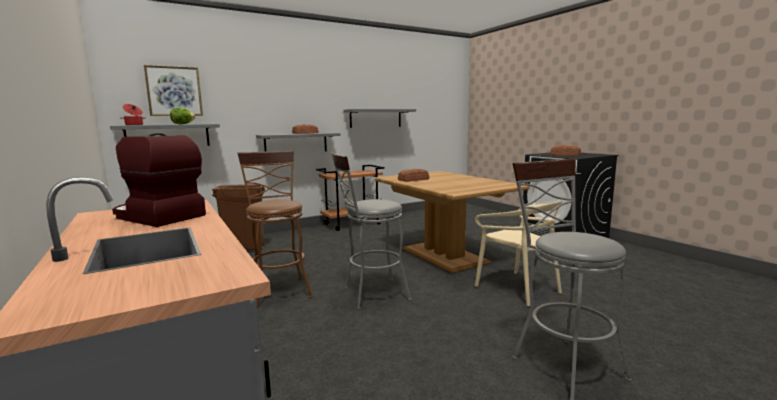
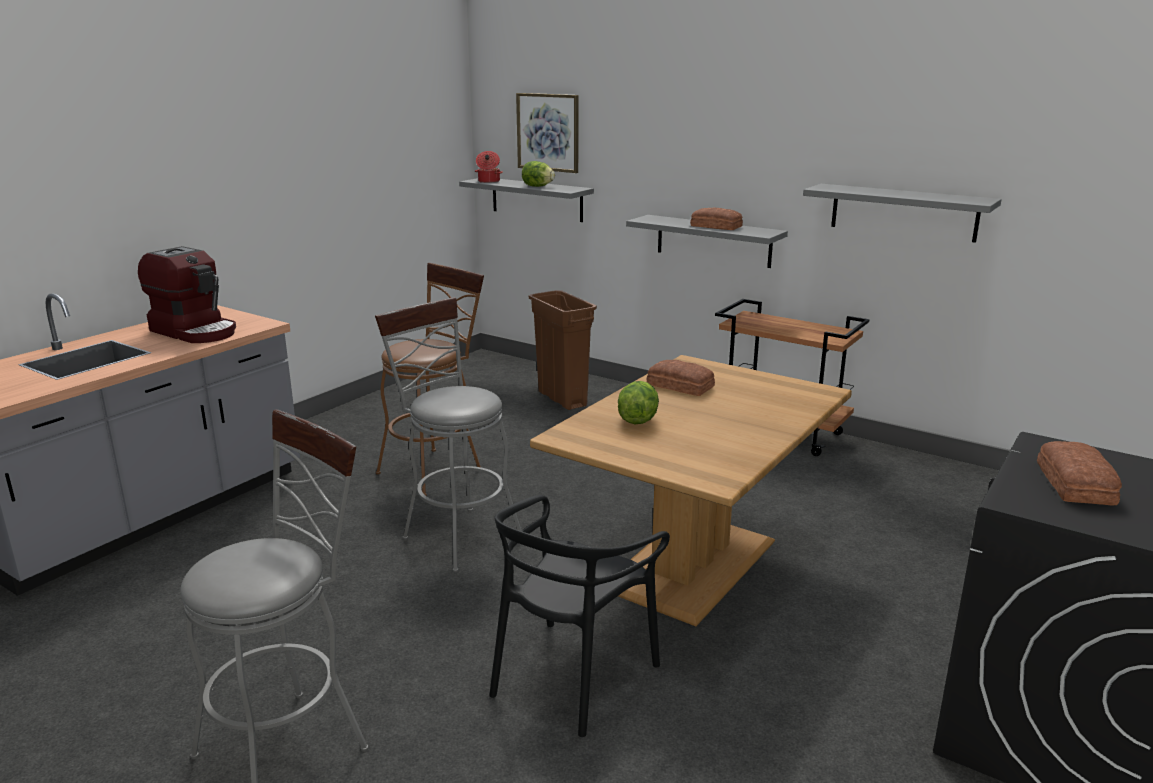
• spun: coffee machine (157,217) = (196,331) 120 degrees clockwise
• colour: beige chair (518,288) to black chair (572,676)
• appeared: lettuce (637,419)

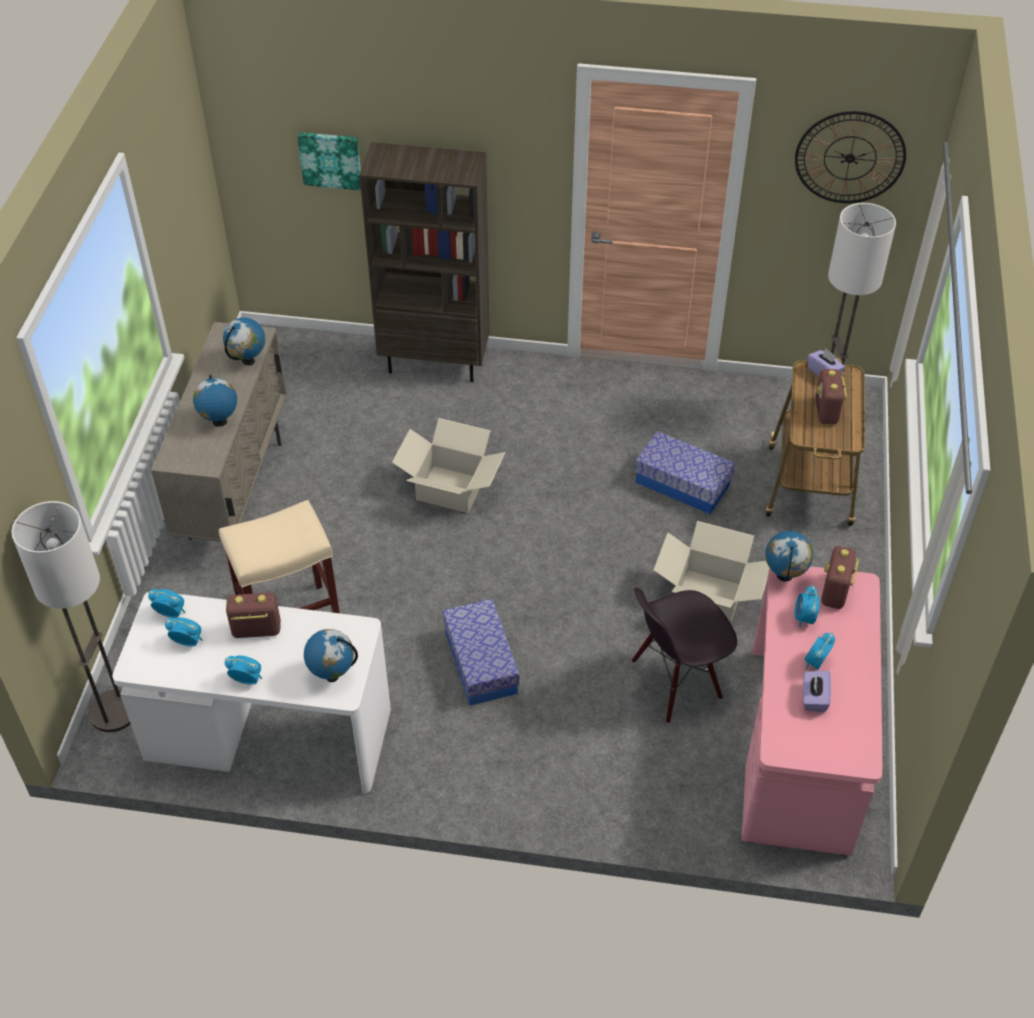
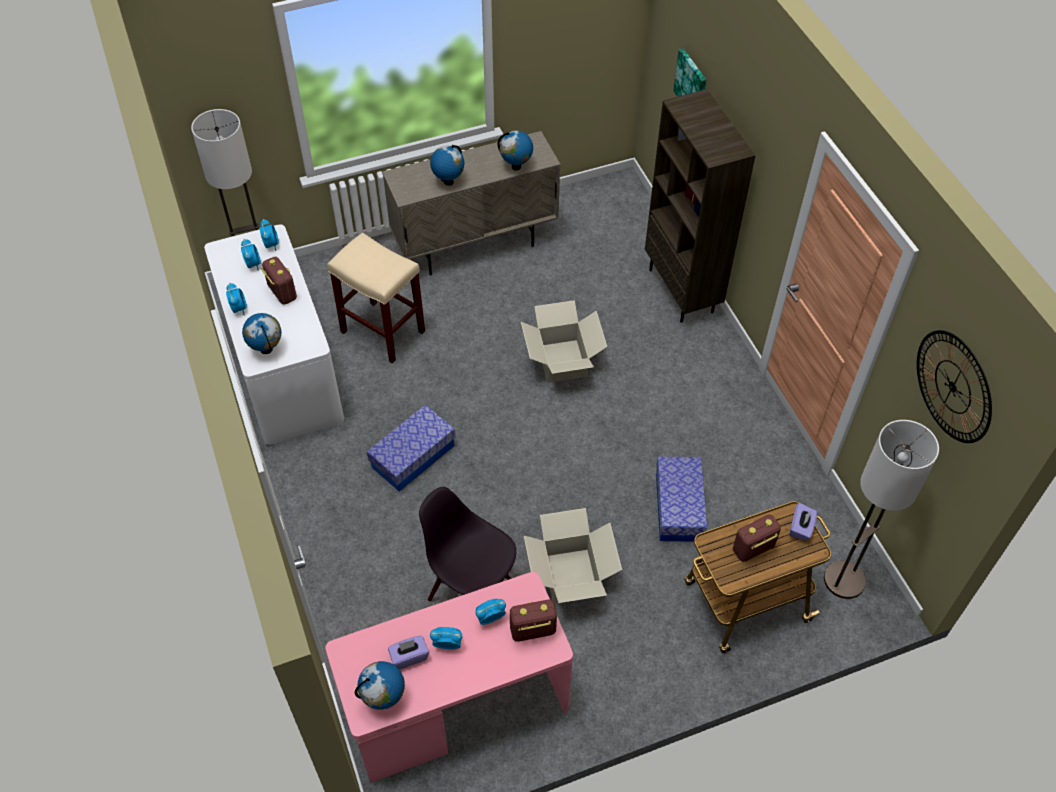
• relocated: globe (784,576) to (384,699)

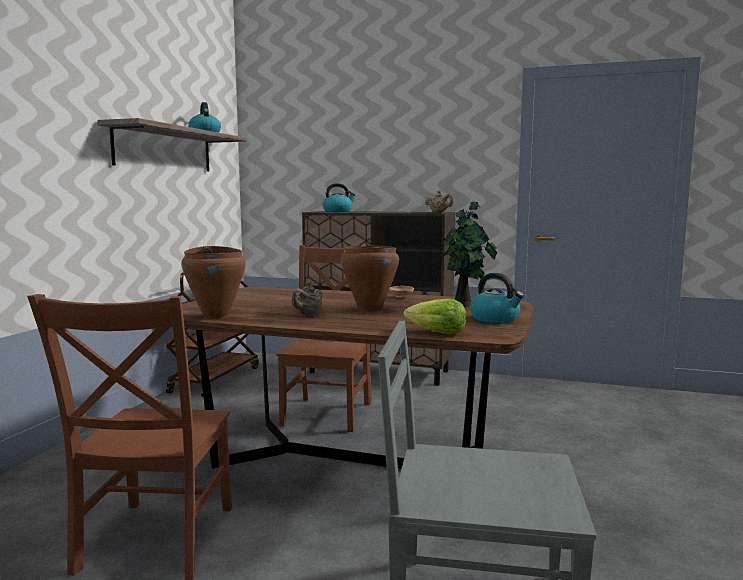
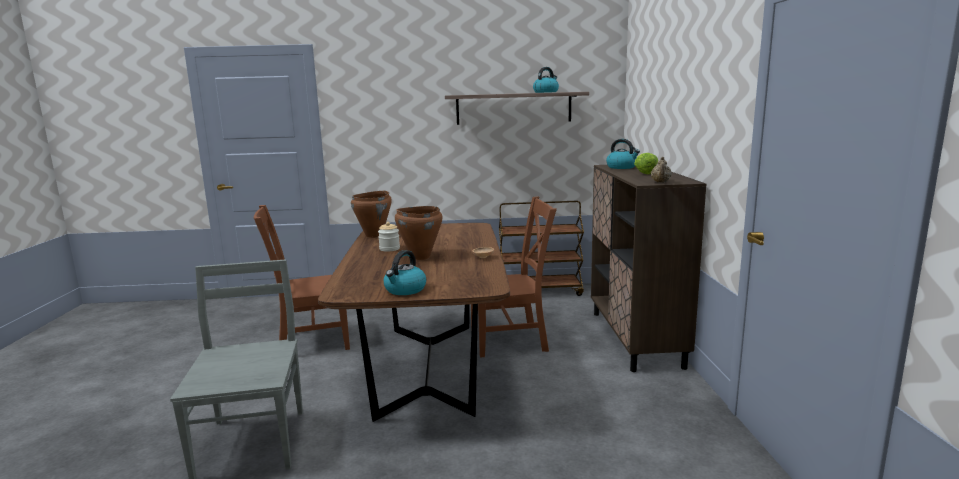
• exchanged: beige teapot (308,315) to jar (389,249)
• relocated: lettuce (436,333) to (644,173)
• missing: potted plant (464,304)

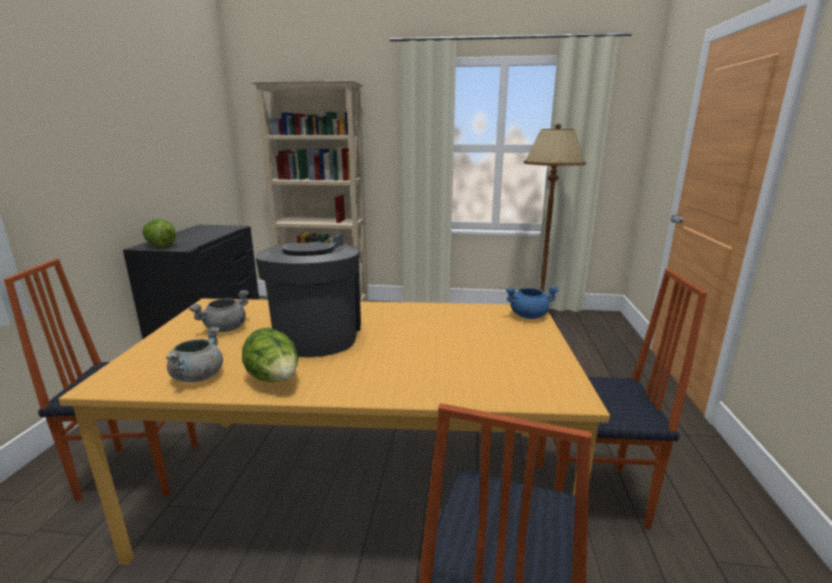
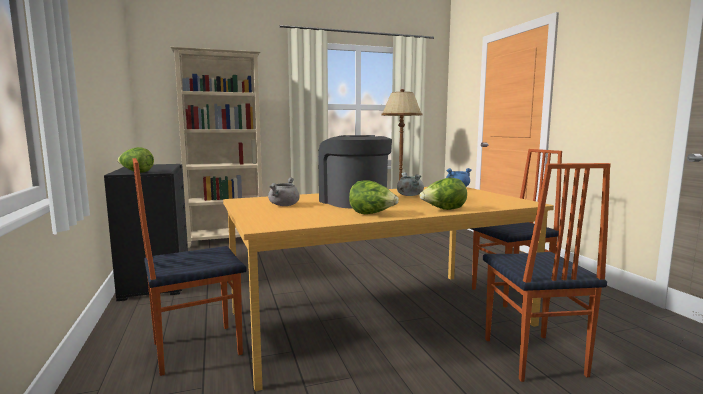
• relocated: grey cooking pot (198,376) to (409,195)
• appeared: lettuce (443,210)

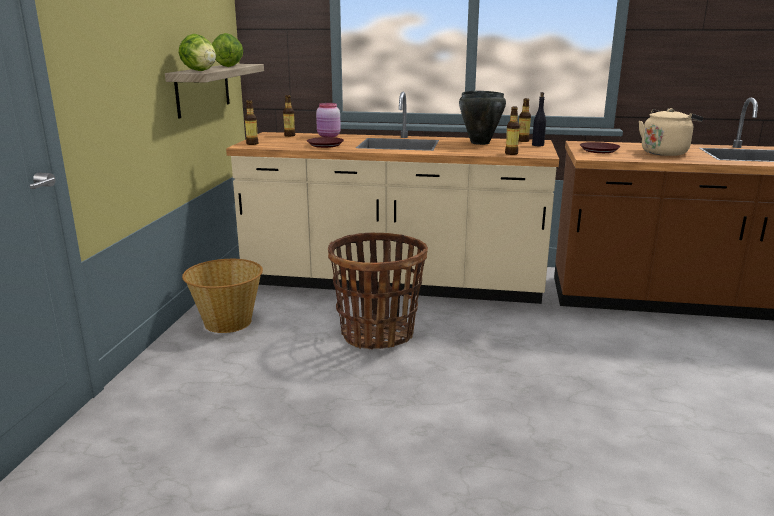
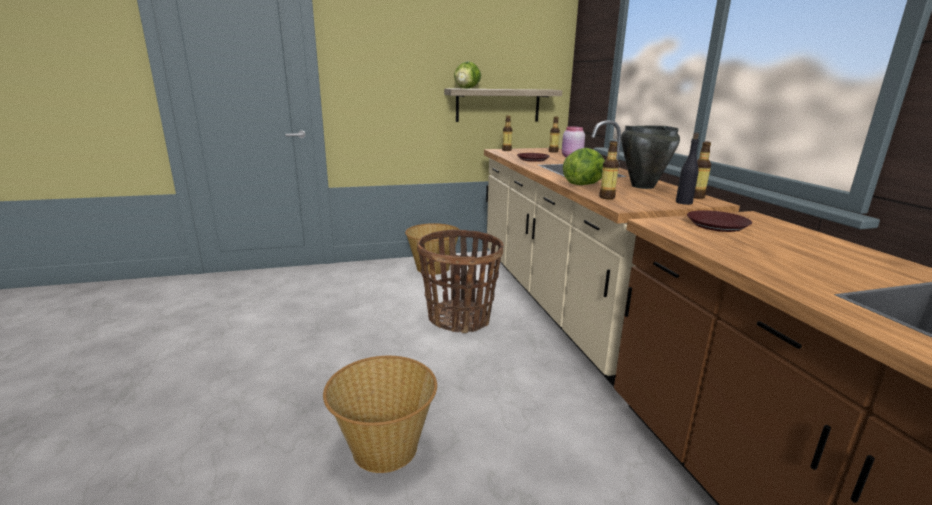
• appeared: basket (384,449)
• relocated: lettuce (228,67) to (584,184)
• missing: beige kettle (665,152)

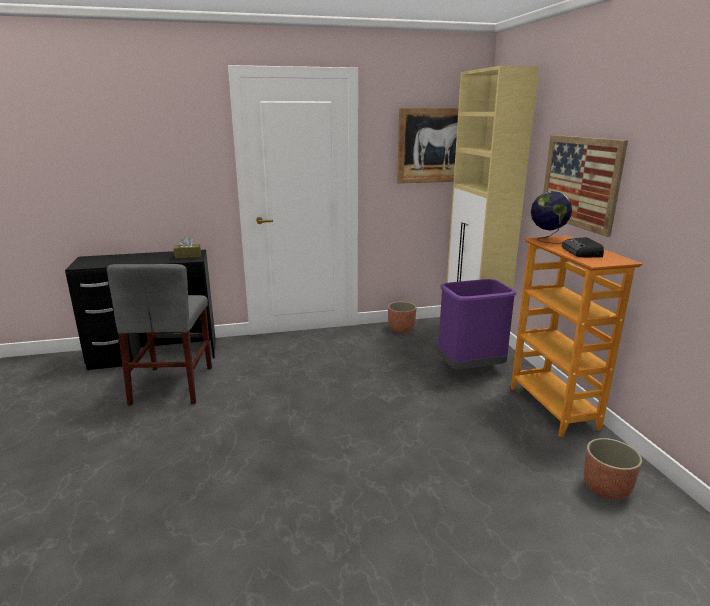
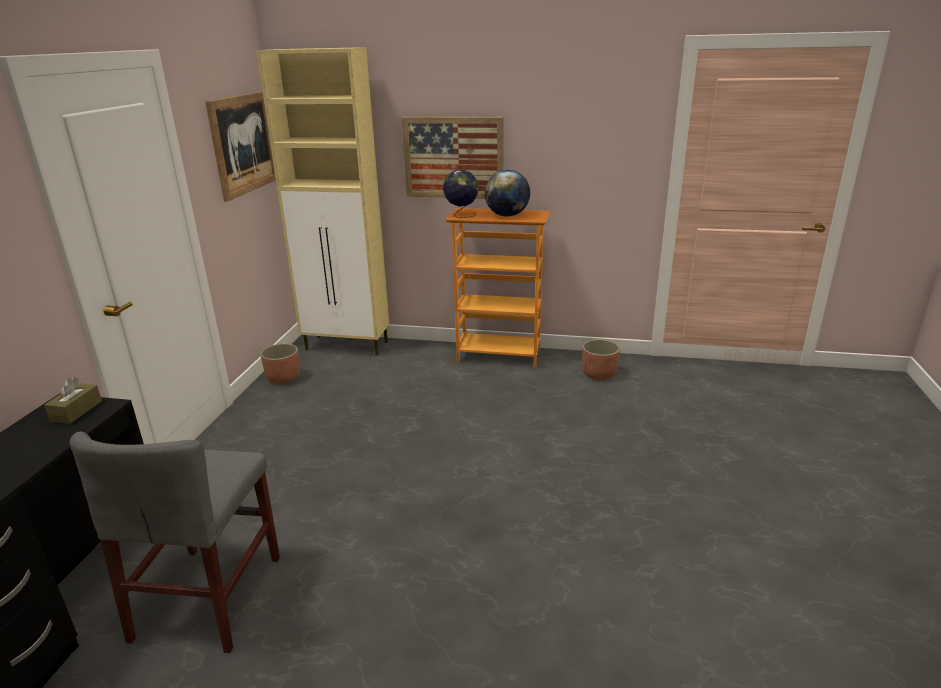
• spun: grey chair (173,385) = (209,597) 75 degrees clockwise
• exchanged: radio (582,252) to globe (507,215)
• missing: purple trash can (470,368)

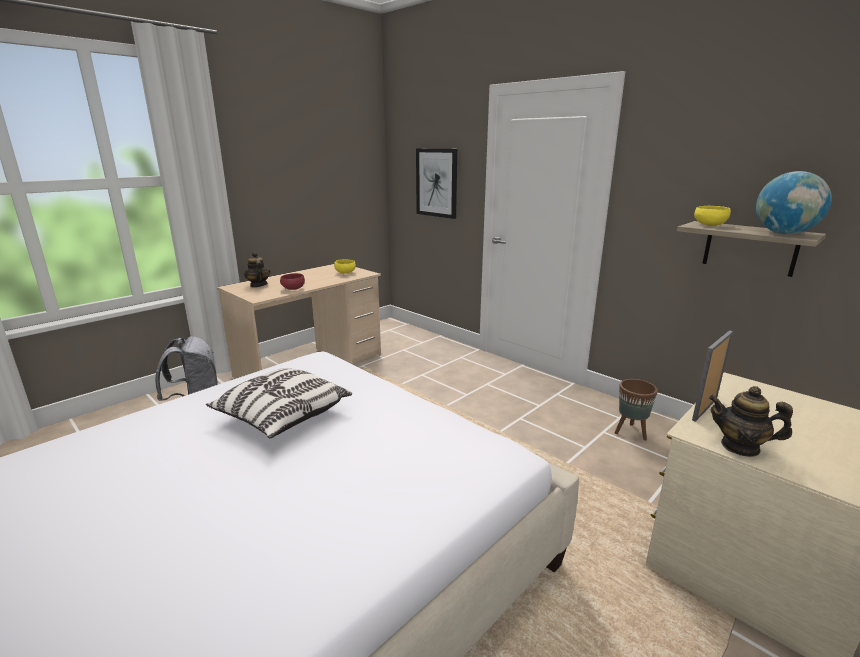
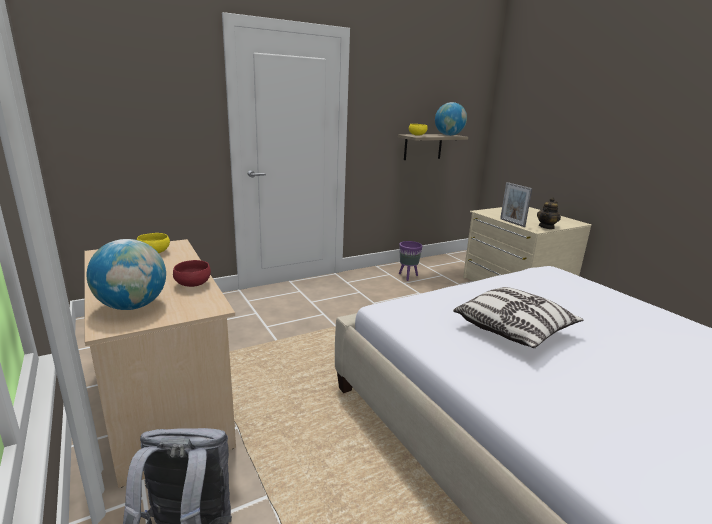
• exchanged: teapot (258,285) to globe (132,306)
• colour: brown planter (630,432) to purple planter (407,276)
• missing: picture (436,183)

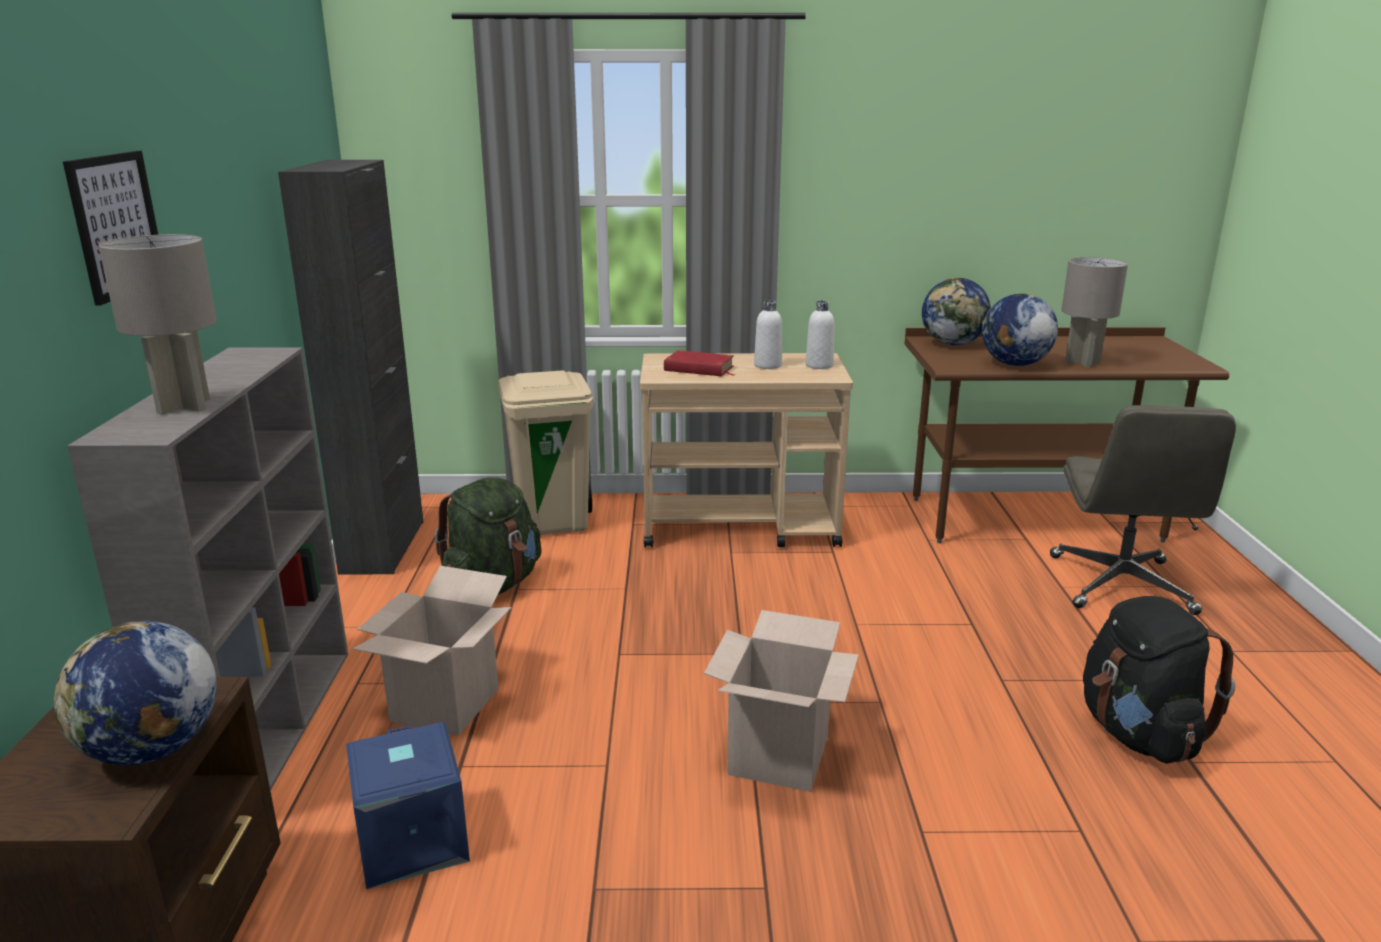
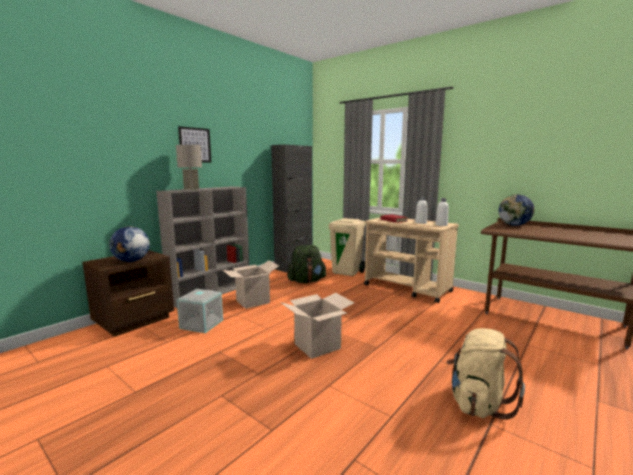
• colour: blue storage box (410,841) to grey storage box (201,324)
• colour: black backpack (1138,734) to beige backpack (478,403)
• missing: globe (1014,364)
• missing: grey office chair (1121,585)
• missing: grey table lamp (1082,362)

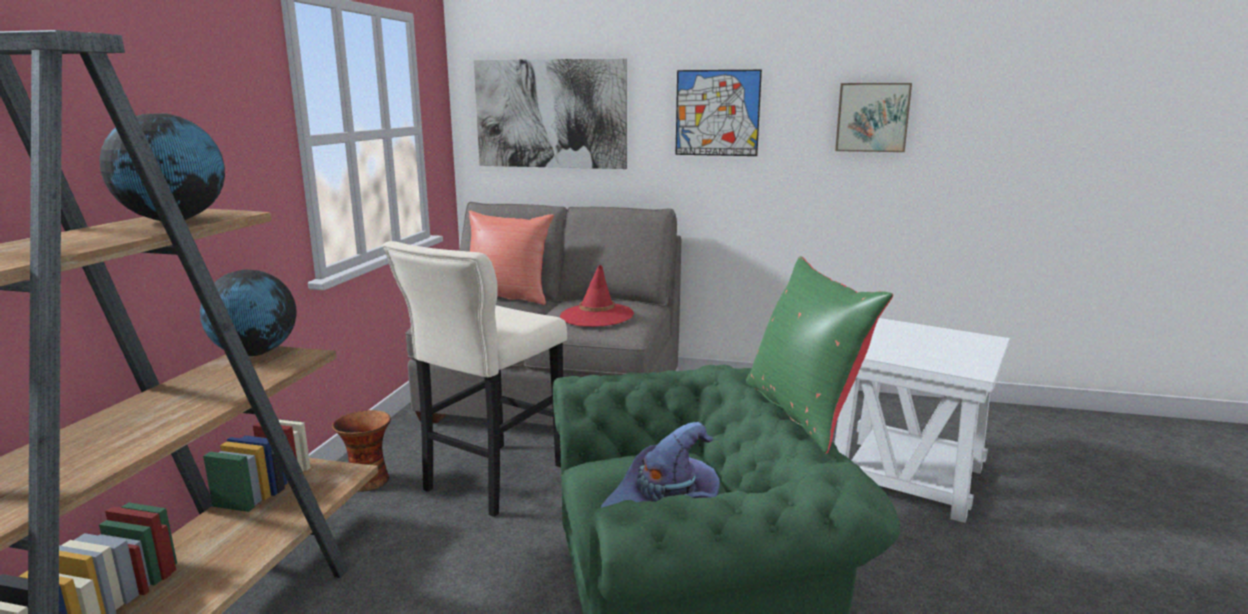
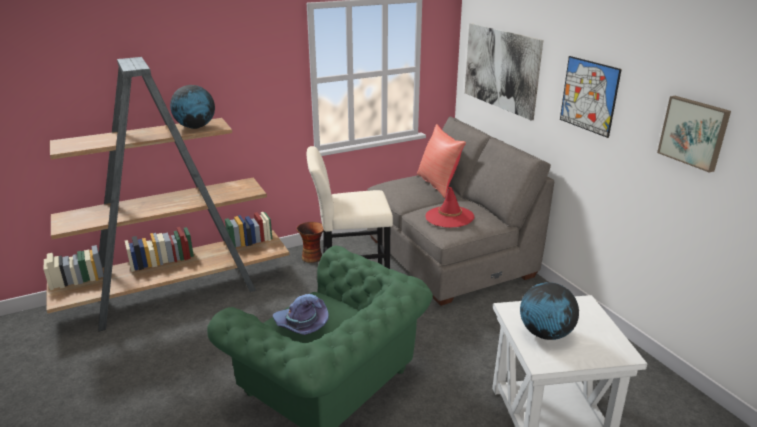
• relocated: globe (255,353) to (545,333)
• missing: green pillow (804,412)

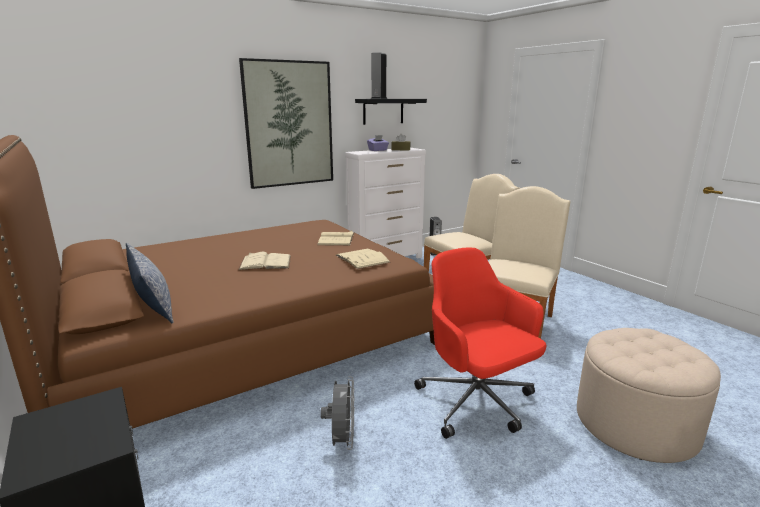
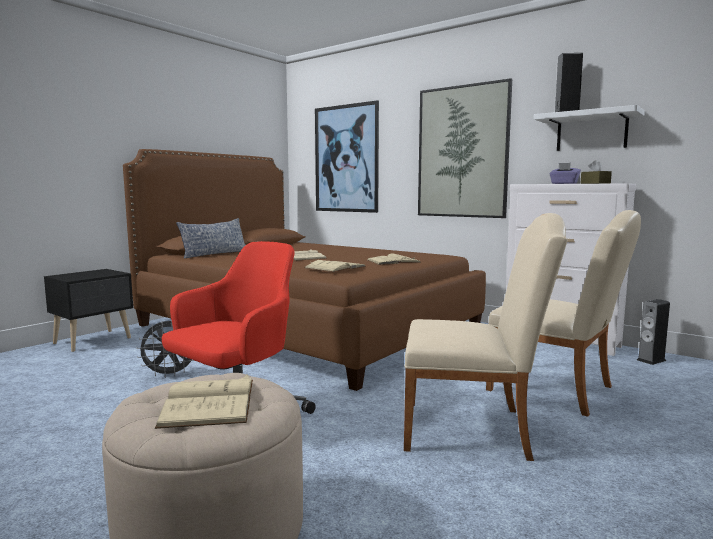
• appeared: beige book (209,402)
• appeared: picture (346,159)
• colour: black shelf (383,111) to white shelf (591,132)

